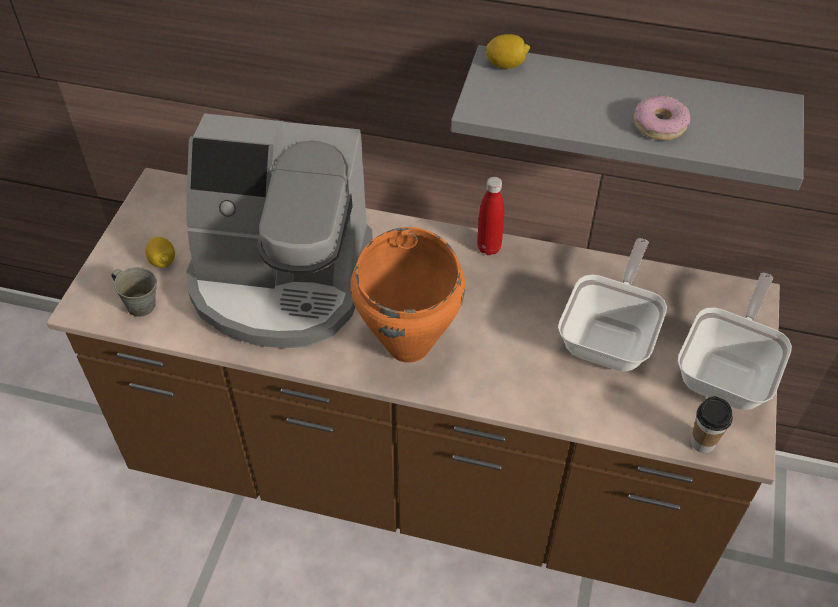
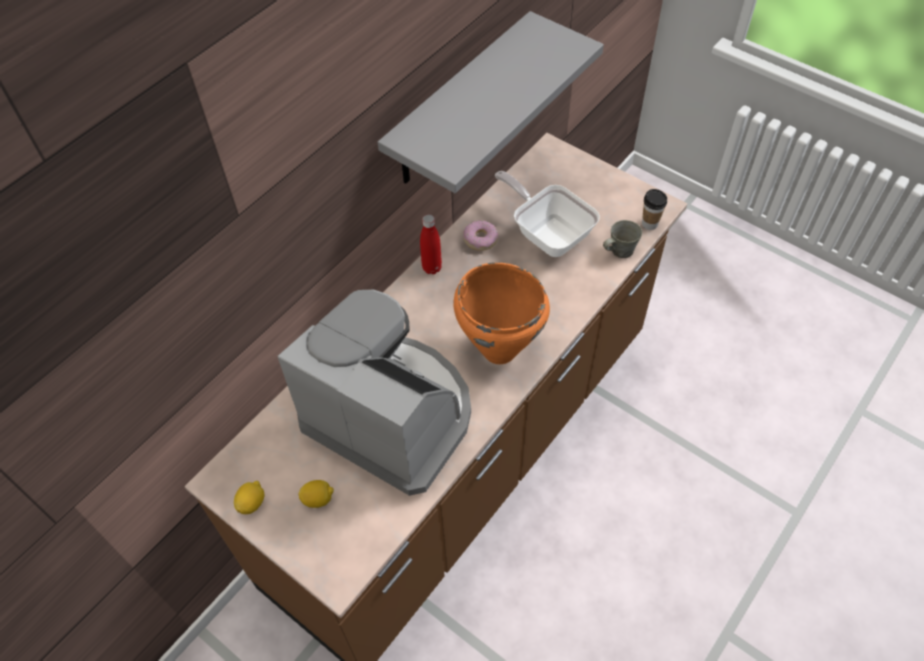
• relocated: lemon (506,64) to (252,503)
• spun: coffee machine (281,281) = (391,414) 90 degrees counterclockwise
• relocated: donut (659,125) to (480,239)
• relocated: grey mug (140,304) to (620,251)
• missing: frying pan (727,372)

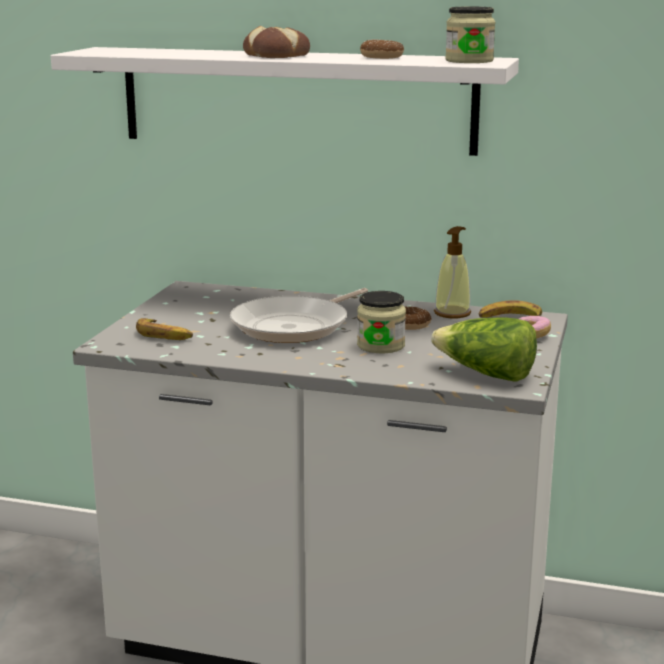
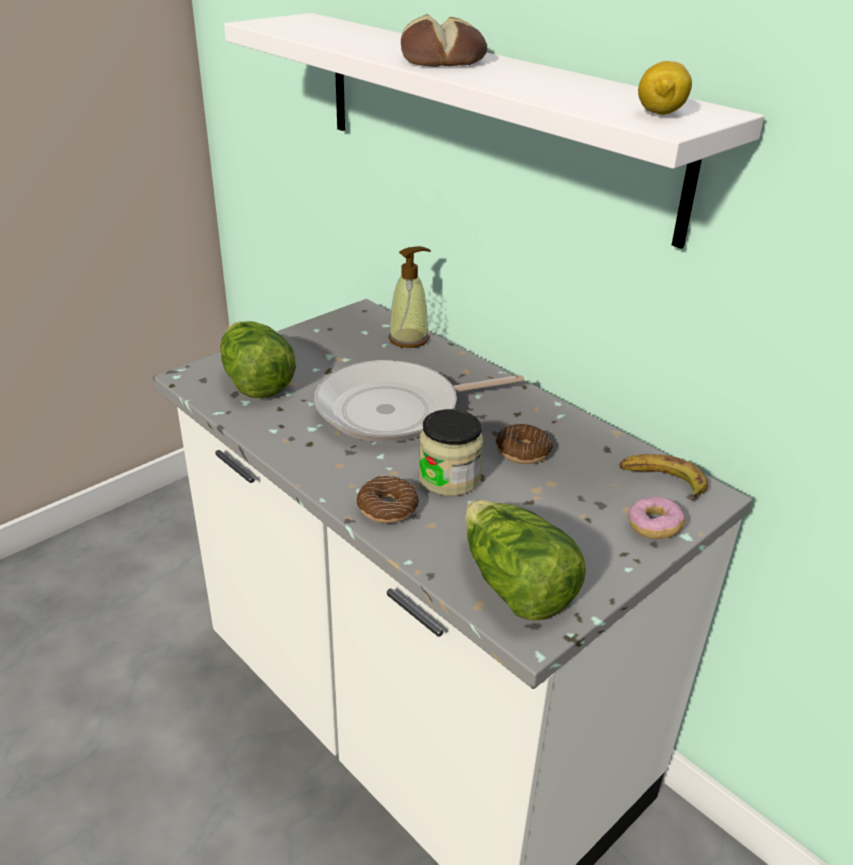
• exchanged: banana (164,335) to lettuce (255,381)
• relocated: donut (381,57) to (387,508)
• relocated: soap dispenser (452,313) to (409,339)
• exchanged: jar (469,61) to lemon (660,113)

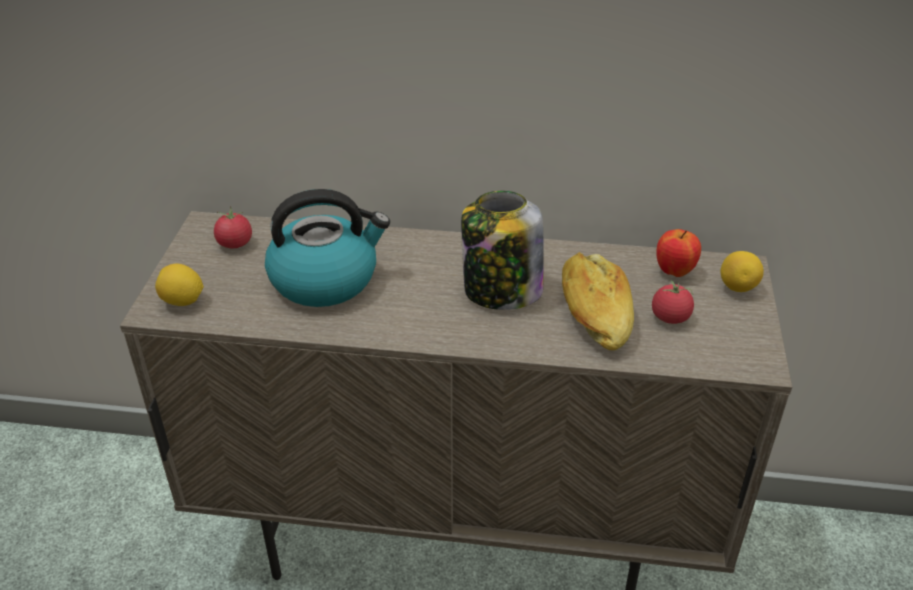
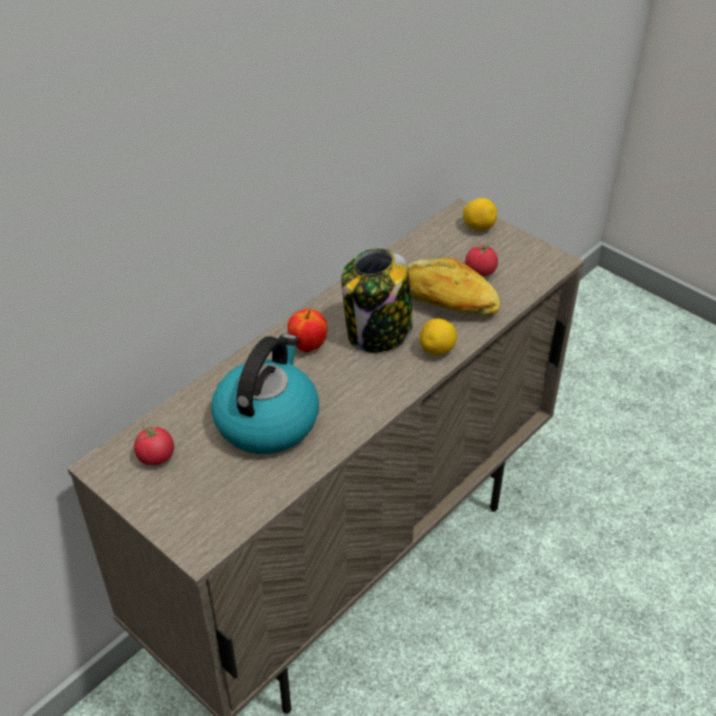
• relocated: apple (674,271) to (308,346)
• relocated: lemon (182,302) to (437,350)

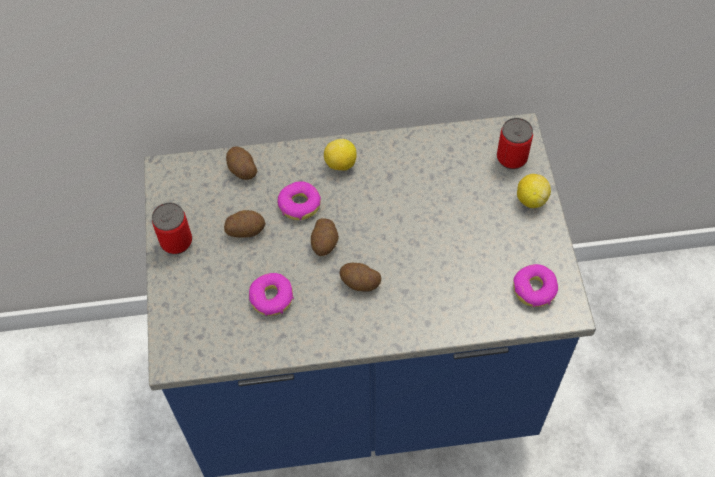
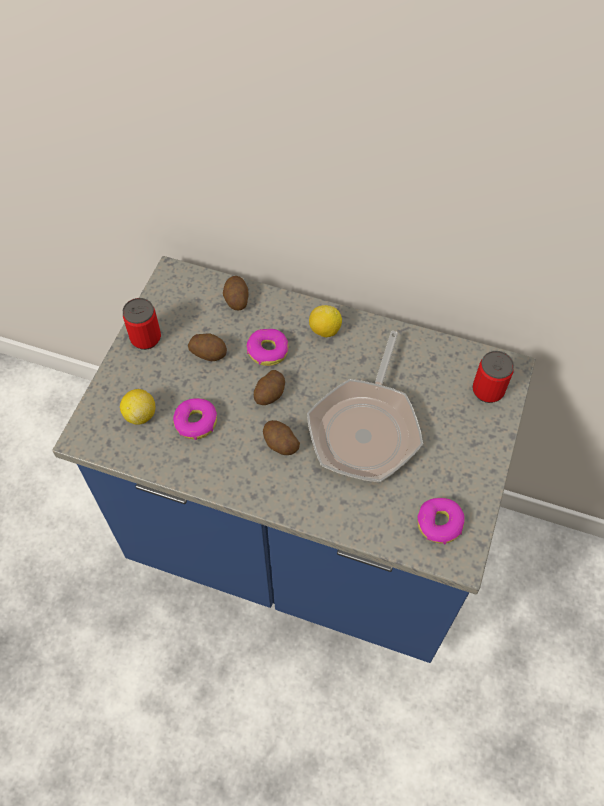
• relocated: lemon (531,199) to (140,414)
• appeared: frying pan (366,428)

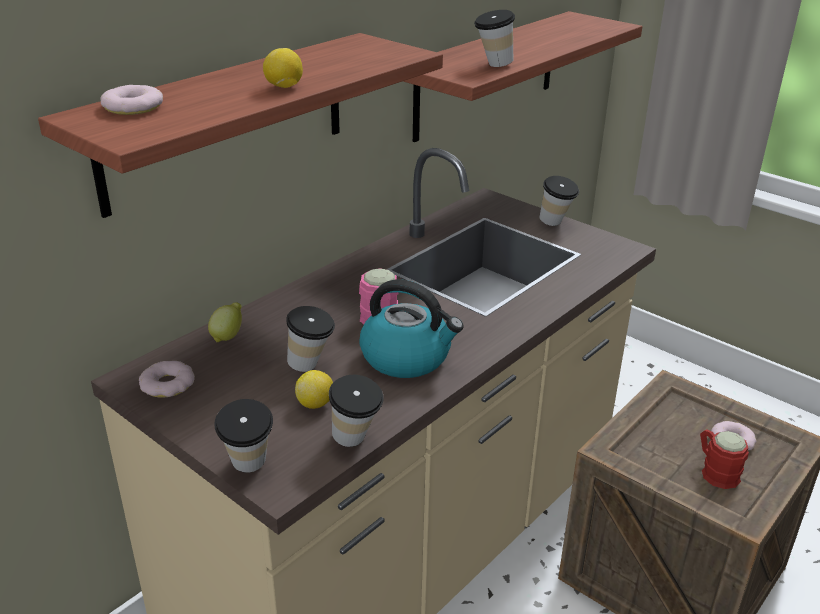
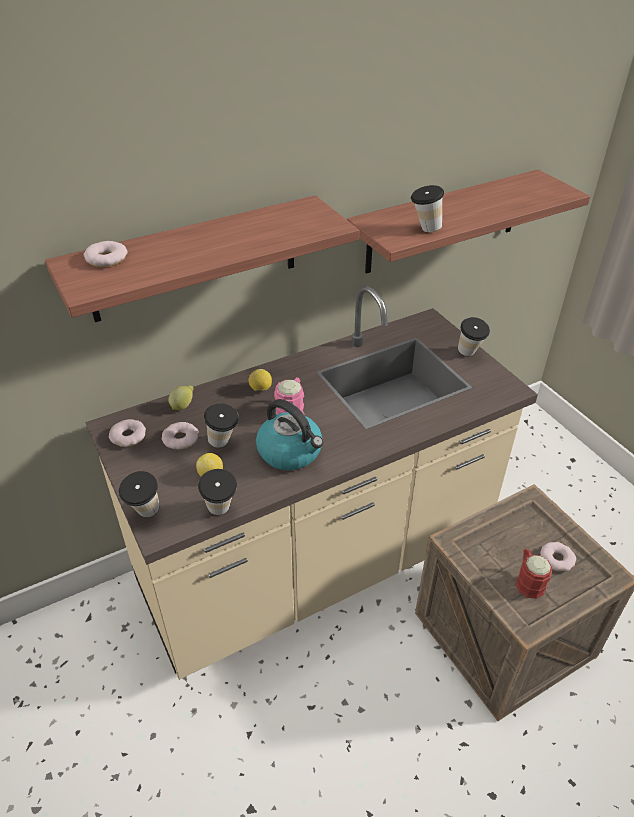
• appeared: donut (180,439)
• relocated: lemon (284,87) to (260,389)

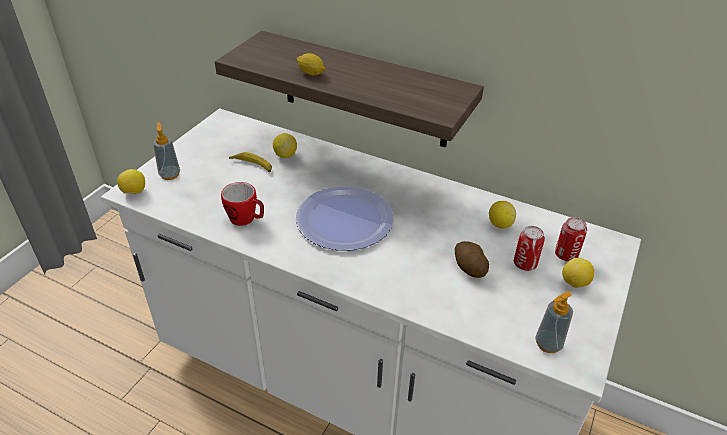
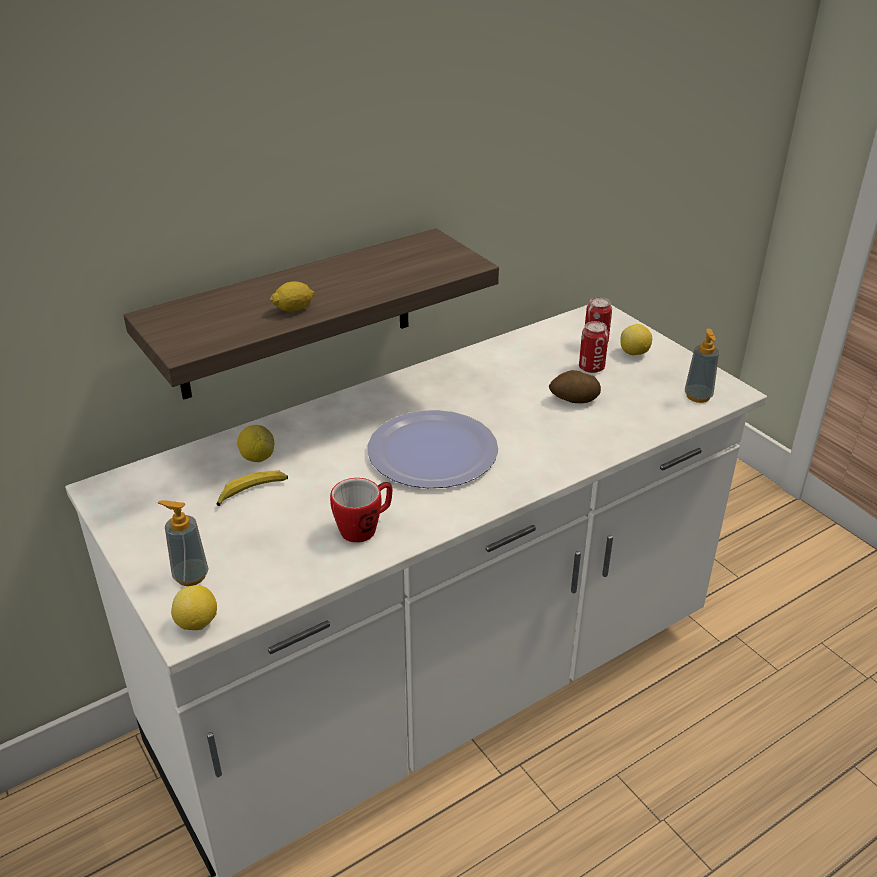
• missing: lemon (500,224)

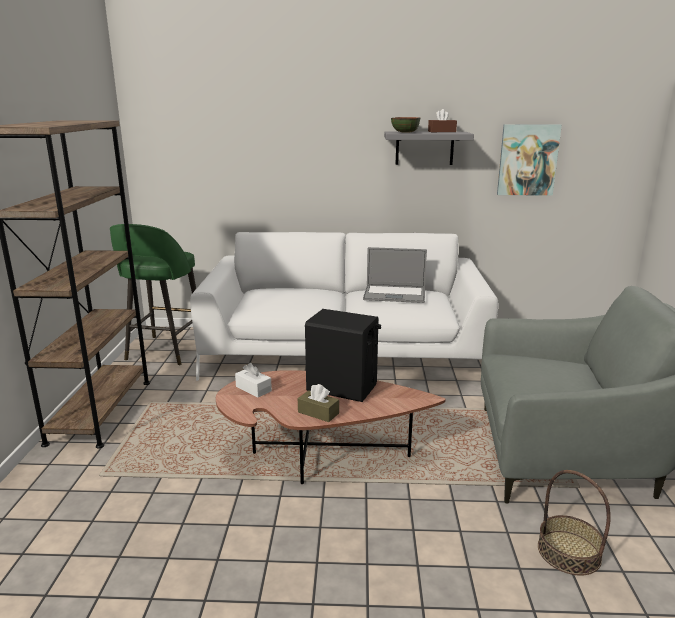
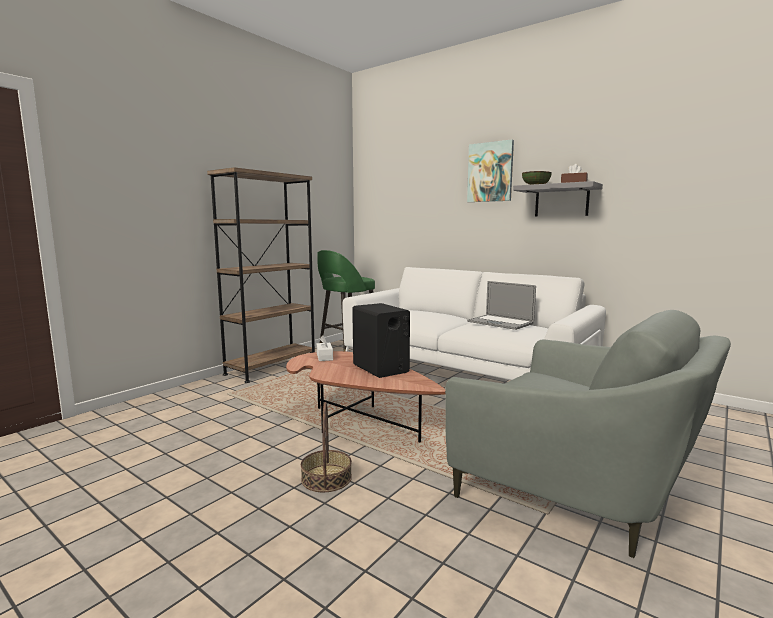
• relocated: basket (568,552) to (326,478)
• relocated: picture (527,160) to (490,172)
• missing: brown tissue box (318,413)

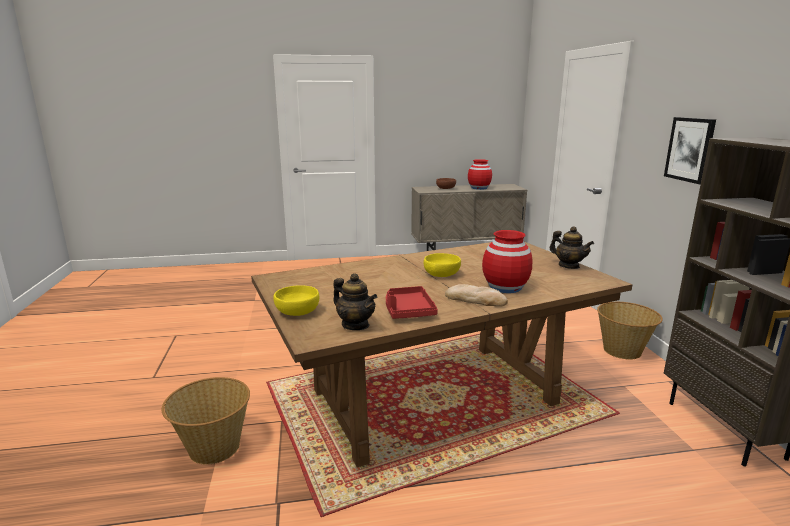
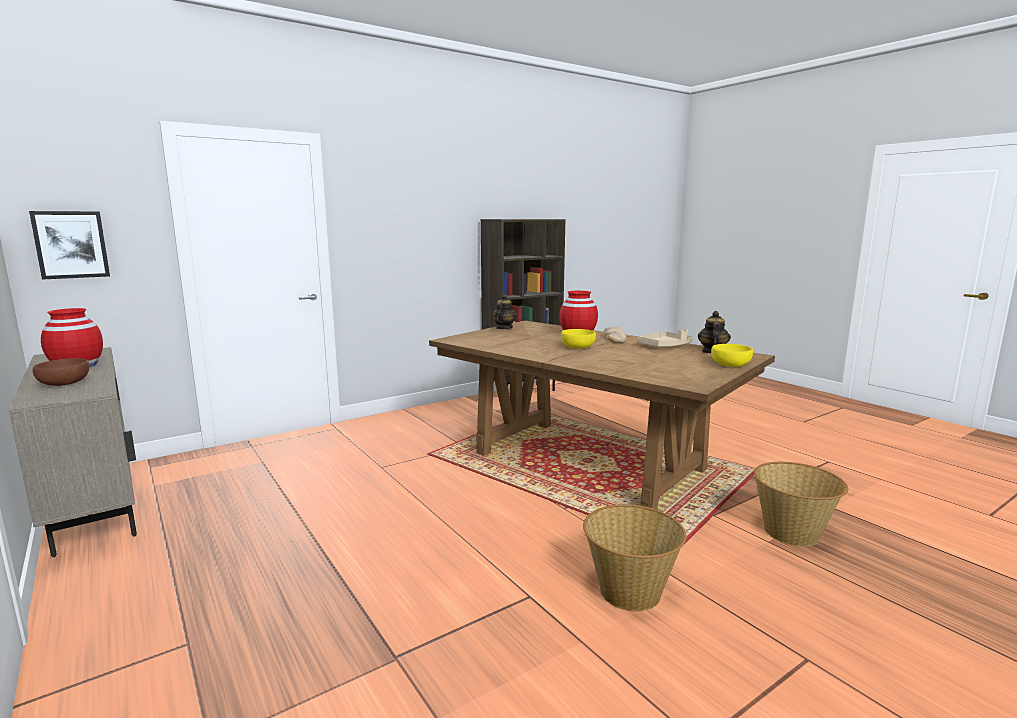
• relocated: picture (690,149) to (71,244)
• relocated: basket (623,351) to (630,591)
• colour: red tray (408,310) to beige tray (664,346)

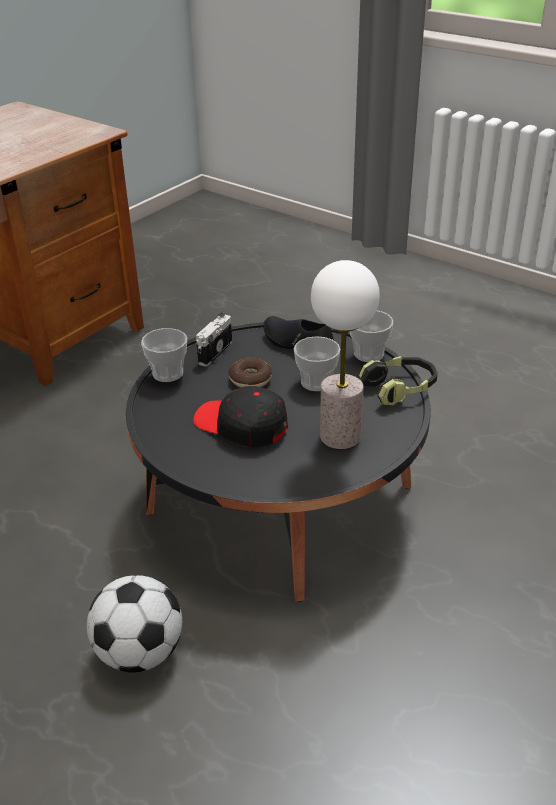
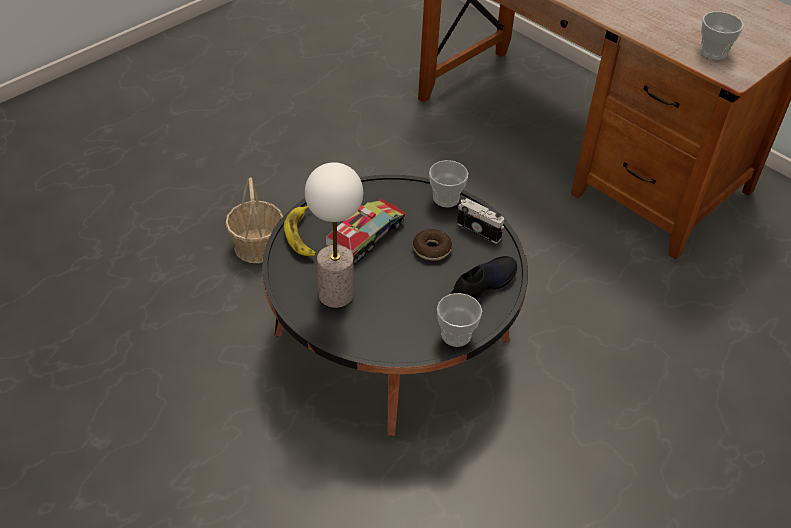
• exchanged: football (140,652) to basket (257,246)
• appeared: banana (302,235)
• exchanged: black cap (241,425) to toy truck (366,237)
• relocated: cup (316,382) to (713,52)
• missing: headphones (400,389)

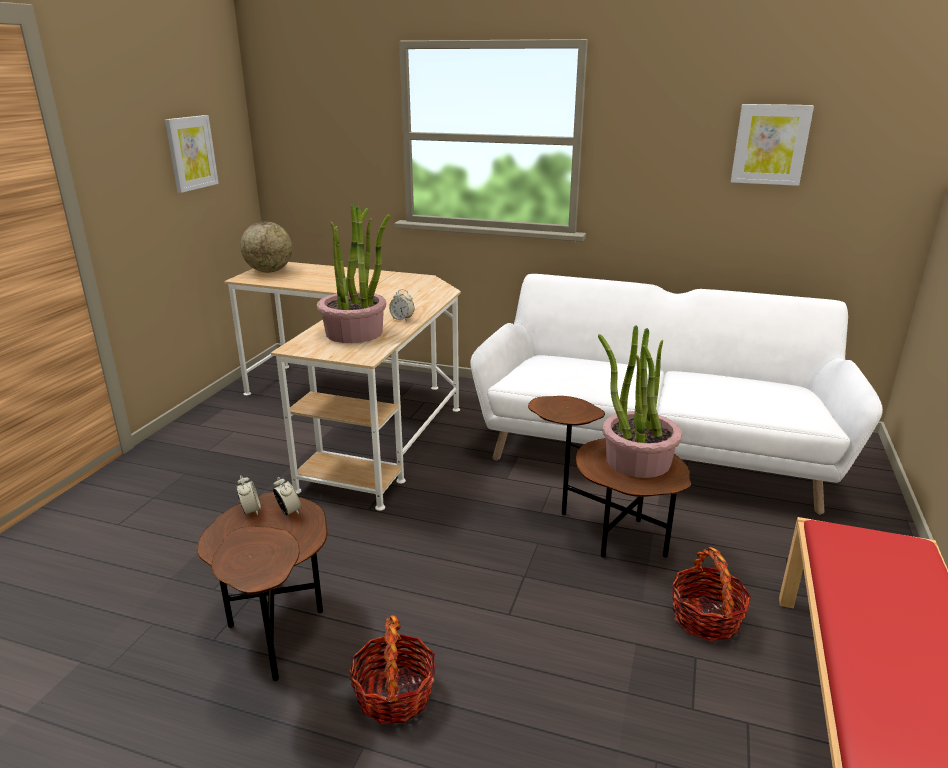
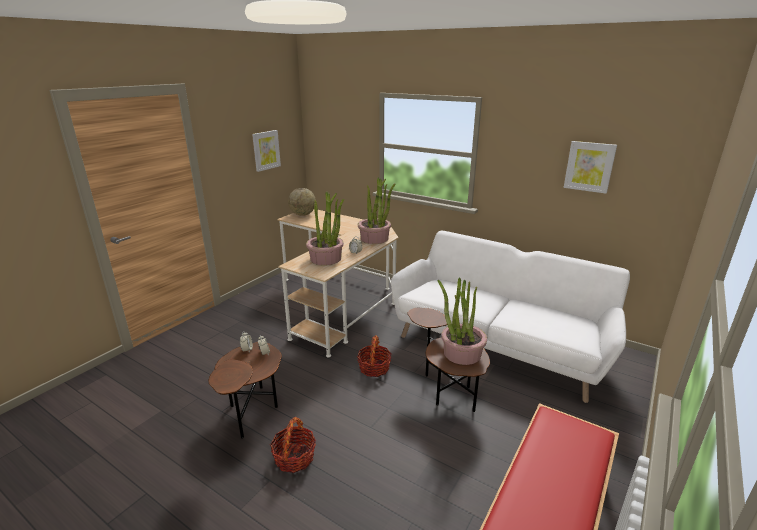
• relocated: basket (706,618) to (374,368)
• appeared: potted plant (374,238)

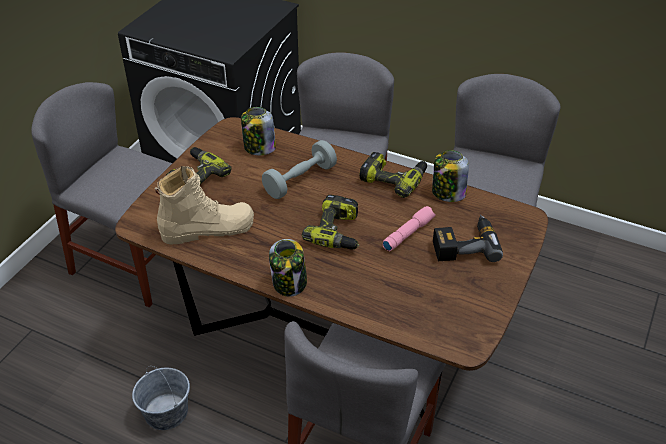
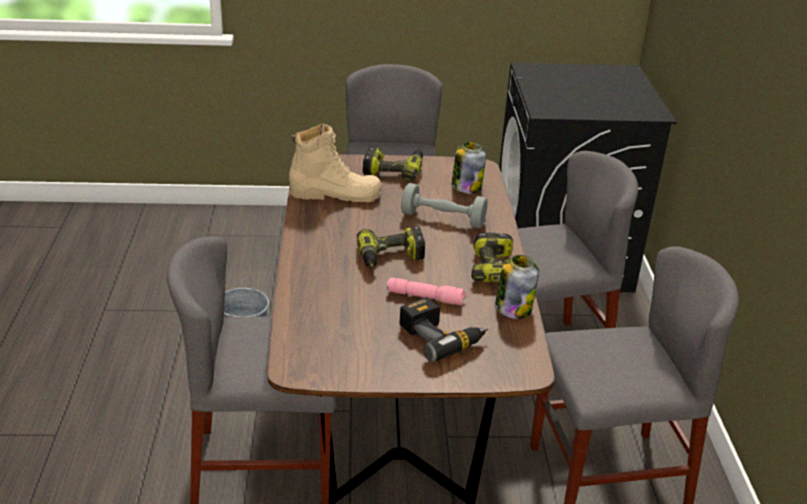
• spun: beige boot (207,229) = (335,194) 45 degrees counterclockwise
• missing: jar (289,283)

